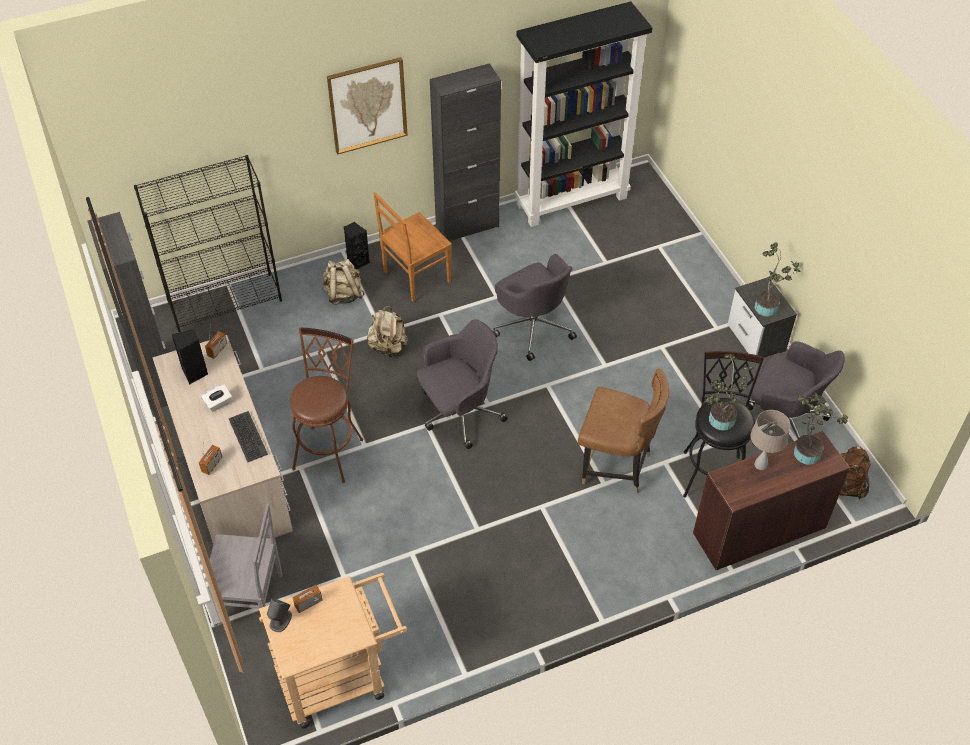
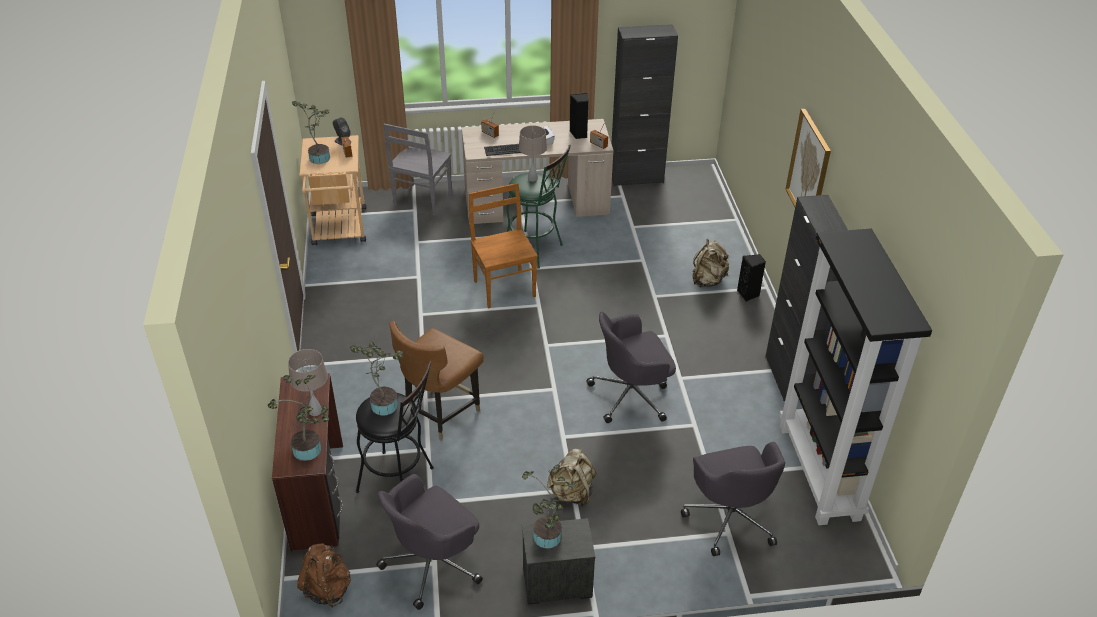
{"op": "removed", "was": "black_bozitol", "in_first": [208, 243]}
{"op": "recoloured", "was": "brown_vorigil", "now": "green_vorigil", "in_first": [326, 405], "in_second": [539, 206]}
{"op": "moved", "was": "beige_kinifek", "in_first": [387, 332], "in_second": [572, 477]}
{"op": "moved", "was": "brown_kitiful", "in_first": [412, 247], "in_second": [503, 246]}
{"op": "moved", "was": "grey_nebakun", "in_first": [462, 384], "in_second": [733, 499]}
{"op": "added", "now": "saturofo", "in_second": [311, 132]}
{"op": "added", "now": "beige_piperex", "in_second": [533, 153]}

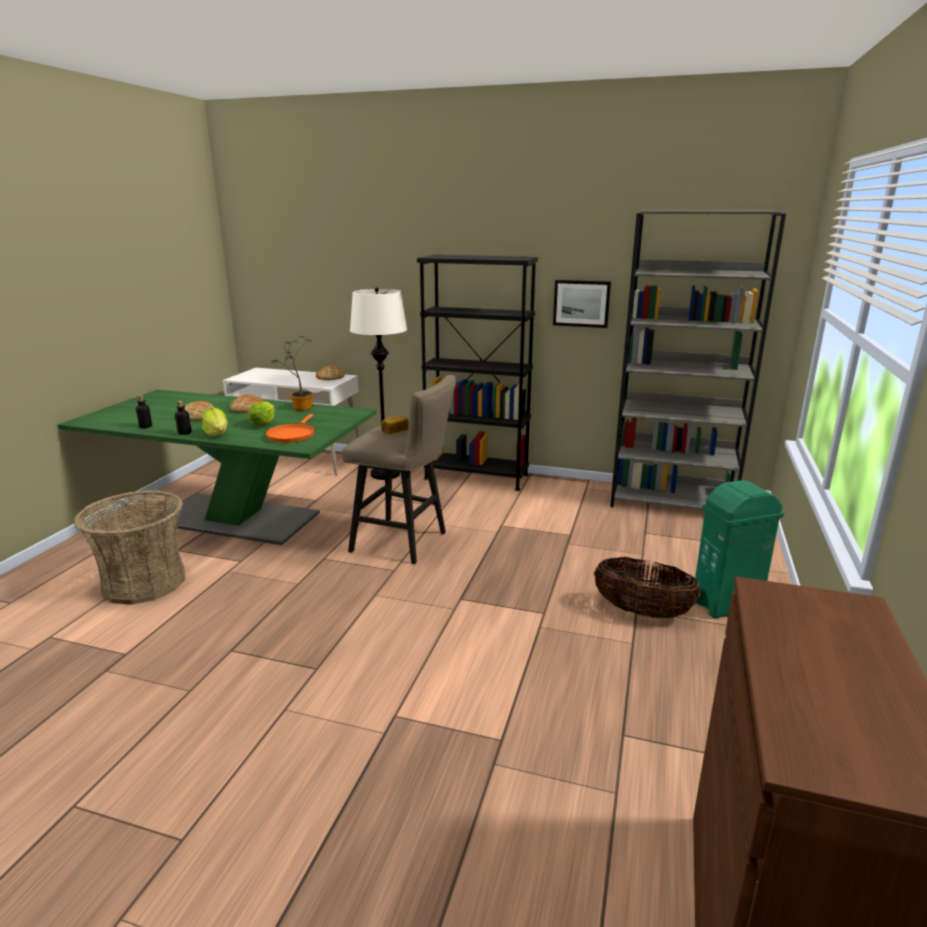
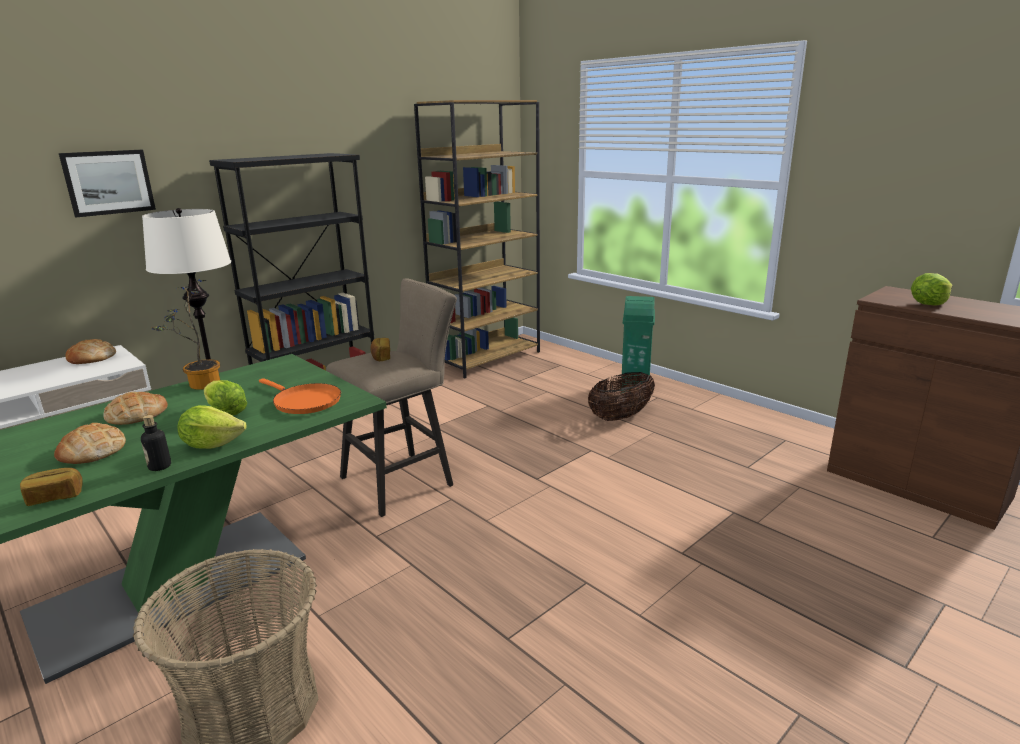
{"op": "replaced", "was": "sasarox", "now": "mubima", "in_first": [144, 411], "in_second": [51, 487]}
{"op": "moved", "was": "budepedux", "in_first": [582, 304], "in_second": [107, 183]}
{"op": "recoloured", "was": "grey_bozitol", "now": "brown_bozitol", "in_first": [698, 359], "in_second": [477, 239]}
{"op": "added", "now": "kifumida", "in_second": [932, 289]}

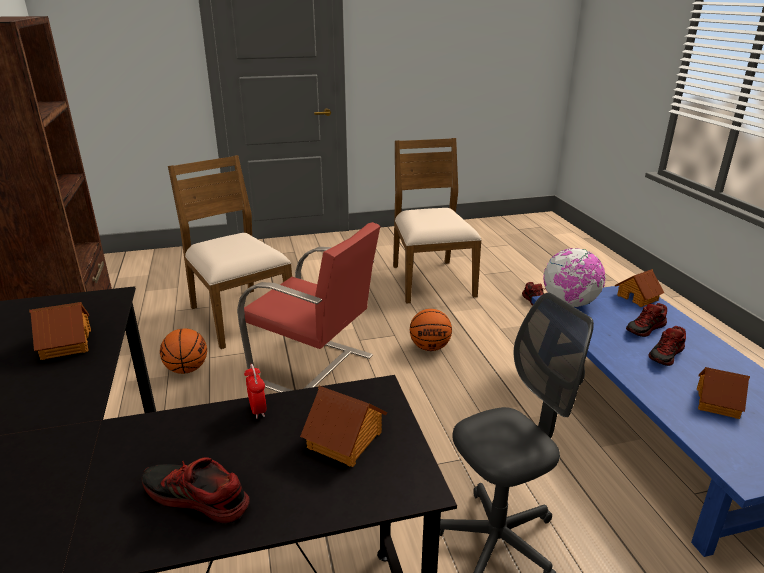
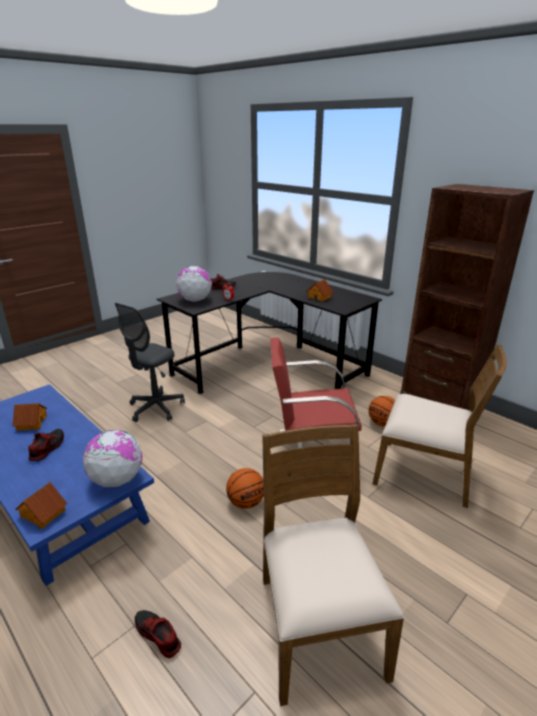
{"op": "replaced", "was": "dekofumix", "now": "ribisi", "in_first": [343, 426], "in_second": [194, 284]}
{"op": "turned", "was": "brown_kitiful", "in_first": [437, 221], "in_second": [333, 565], "clockwise": -150}
{"op": "removed", "was": "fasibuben", "in_first": [646, 320]}

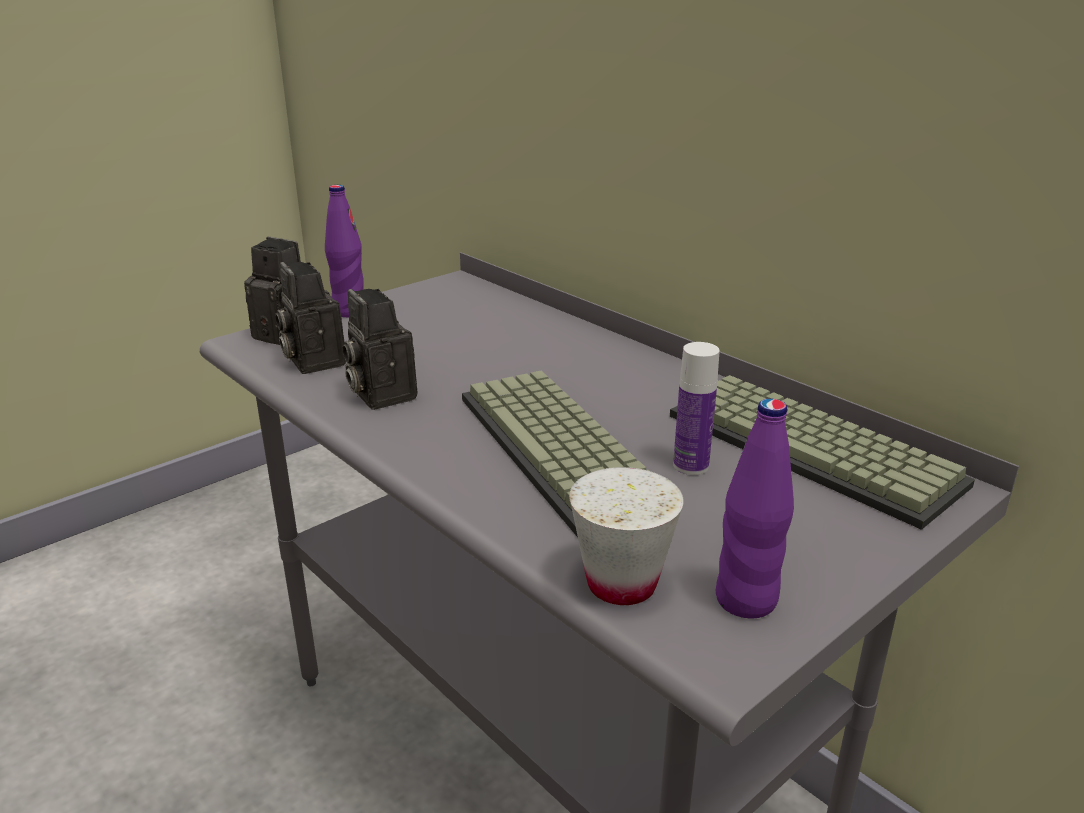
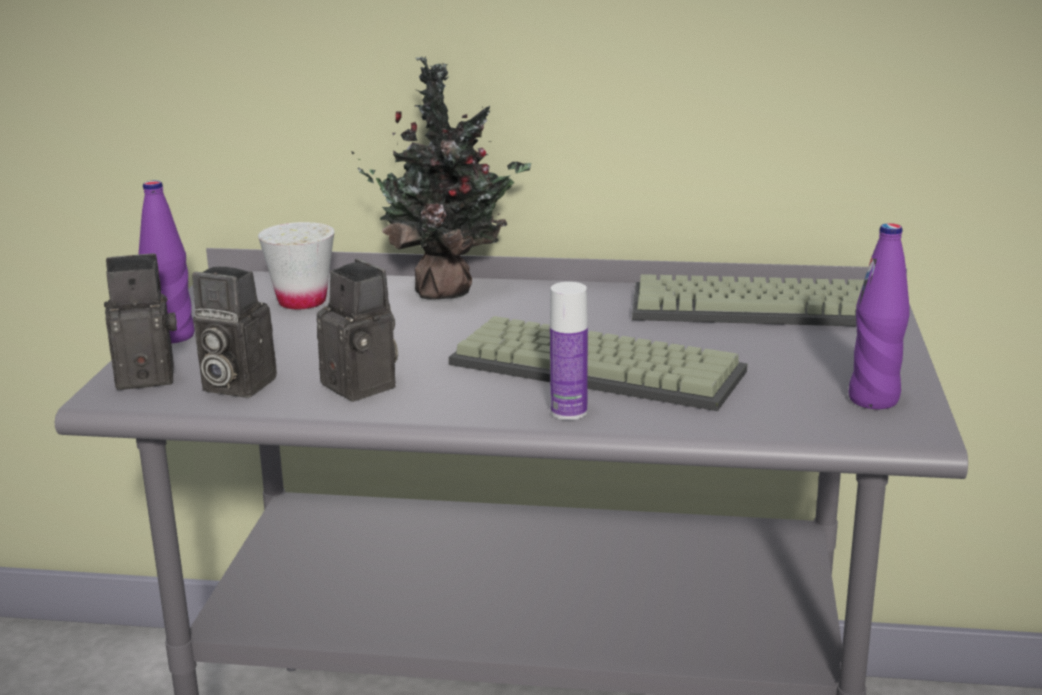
{"op": "turned", "was": "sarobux", "in_first": [379, 349], "in_second": [357, 330], "clockwise": -150}
{"op": "moved", "was": "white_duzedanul", "in_first": [626, 536], "in_second": [296, 265]}
{"op": "moved", "was": "sasarox", "in_first": [696, 408], "in_second": [569, 351]}
{"op": "added", "now": "saturofo", "in_second": [441, 178]}

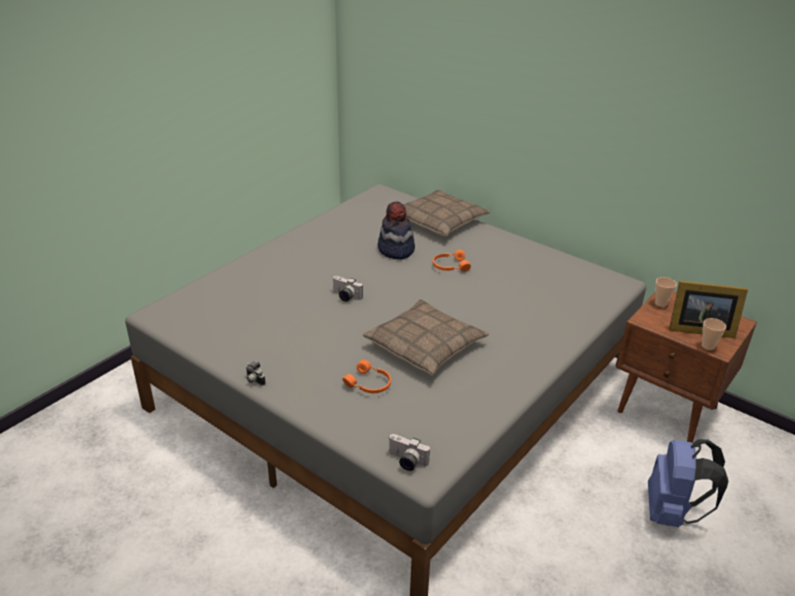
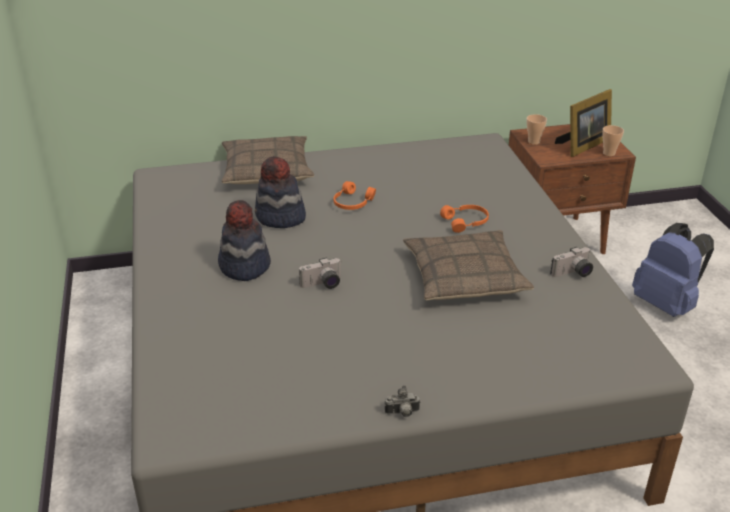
{"op": "moved", "was": "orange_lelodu", "in_first": [367, 376], "in_second": [464, 219]}
{"op": "moved", "was": "sarobux", "in_first": [409, 452], "in_second": [571, 262]}
{"op": "added", "now": "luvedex", "in_second": [244, 240]}

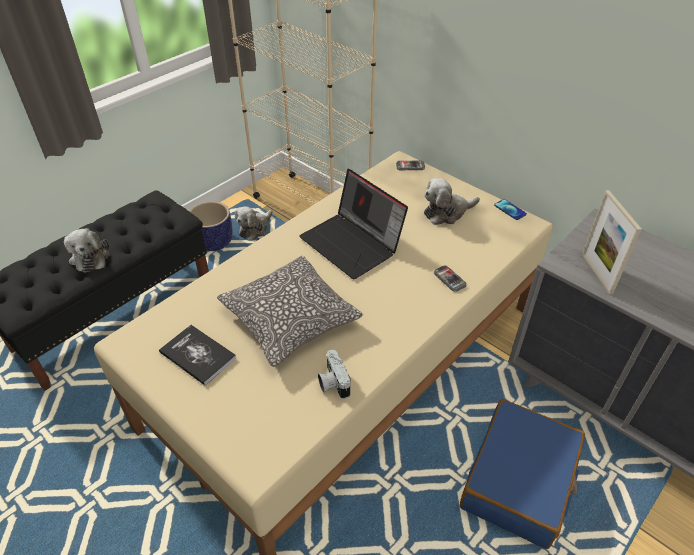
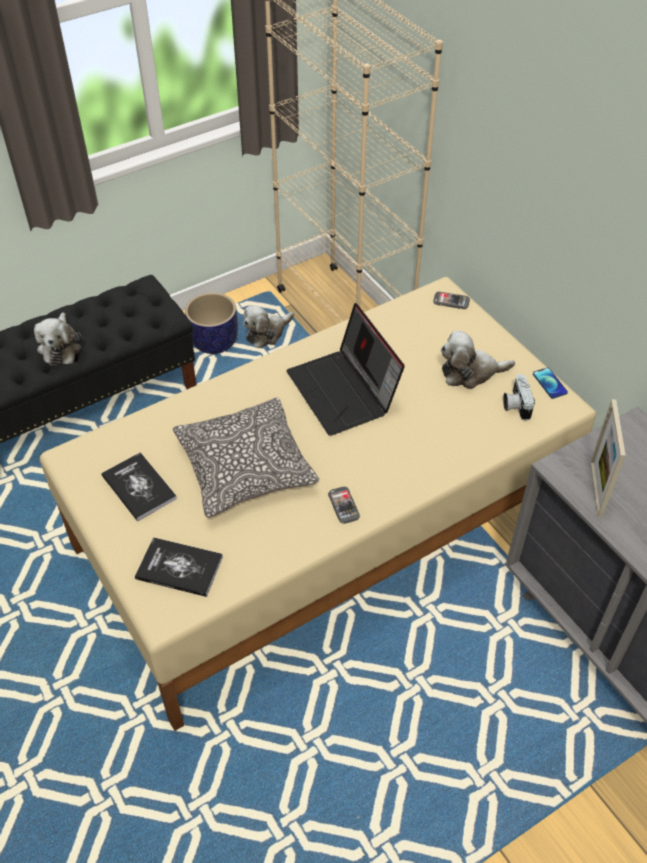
{"op": "moved", "was": "sarobux", "in_first": [334, 374], "in_second": [519, 397]}
{"op": "moved", "was": "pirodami", "in_first": [450, 279], "in_second": [344, 505]}
{"op": "removed", "was": "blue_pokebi", "in_first": [522, 474]}
{"op": "added", "now": "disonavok", "in_second": [179, 567]}

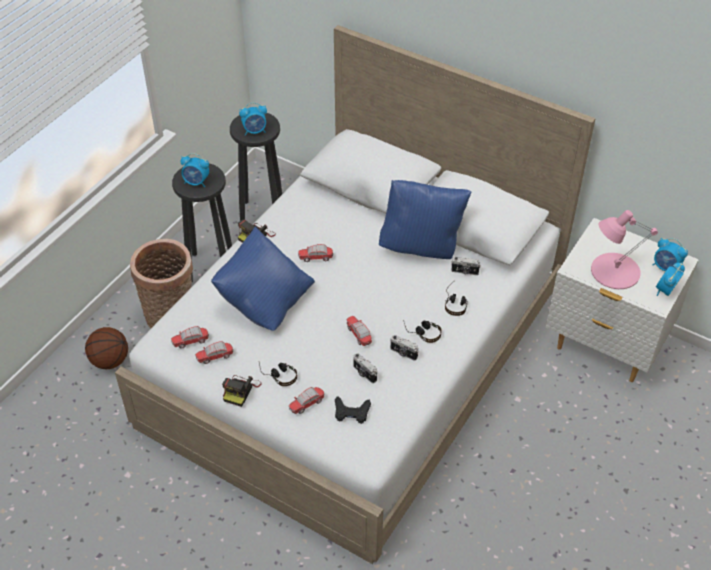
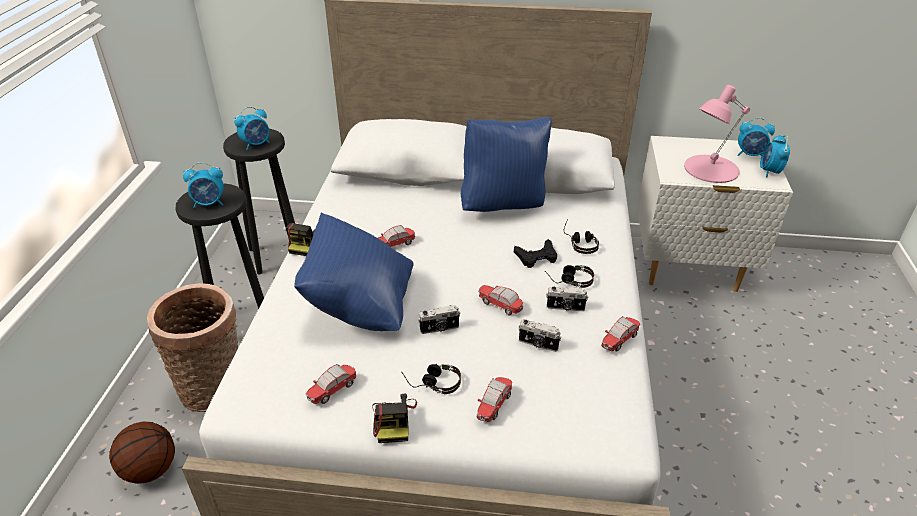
{"op": "moved", "was": "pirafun", "in_first": [190, 337], "in_second": [620, 334]}
{"op": "moved", "was": "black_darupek", "in_first": [353, 410], "in_second": [535, 253]}
{"op": "moved", "was": "sarobux", "in_first": [466, 266], "in_second": [439, 319]}

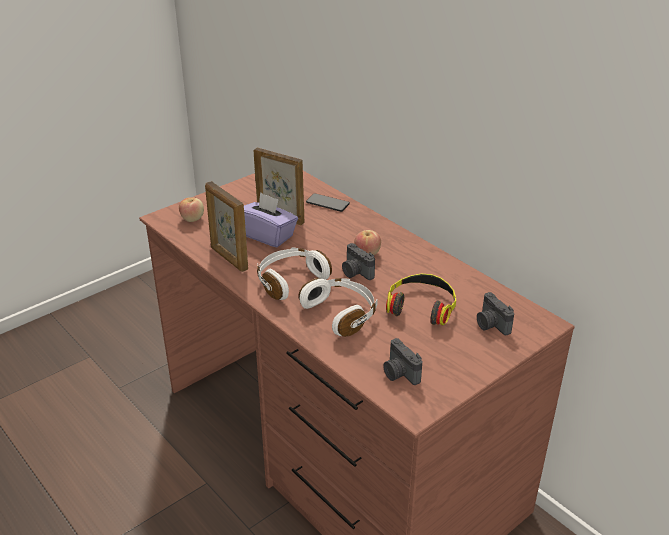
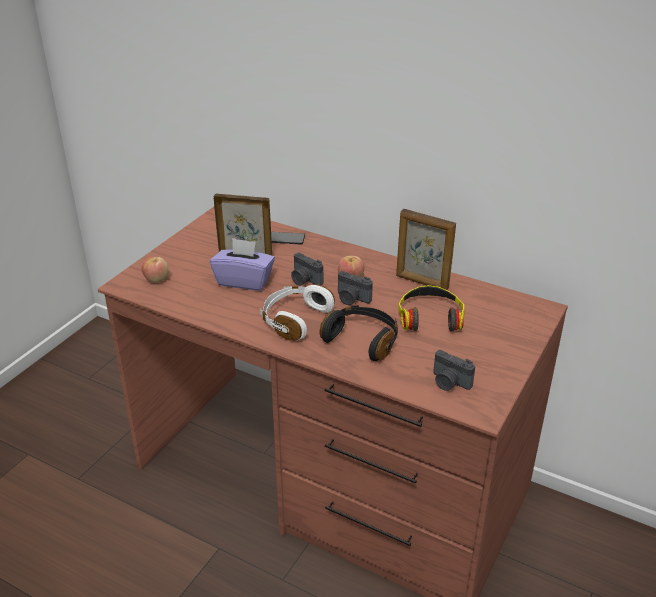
{"op": "moved", "was": "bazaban", "in_first": [226, 226], "in_second": [426, 249]}
{"op": "recoloured", "was": "white_lelodu", "now": "black_lelodu", "in_first": [338, 307], "in_second": [359, 333]}
{"op": "moved", "was": "sarobux", "in_first": [495, 313], "in_second": [307, 269]}

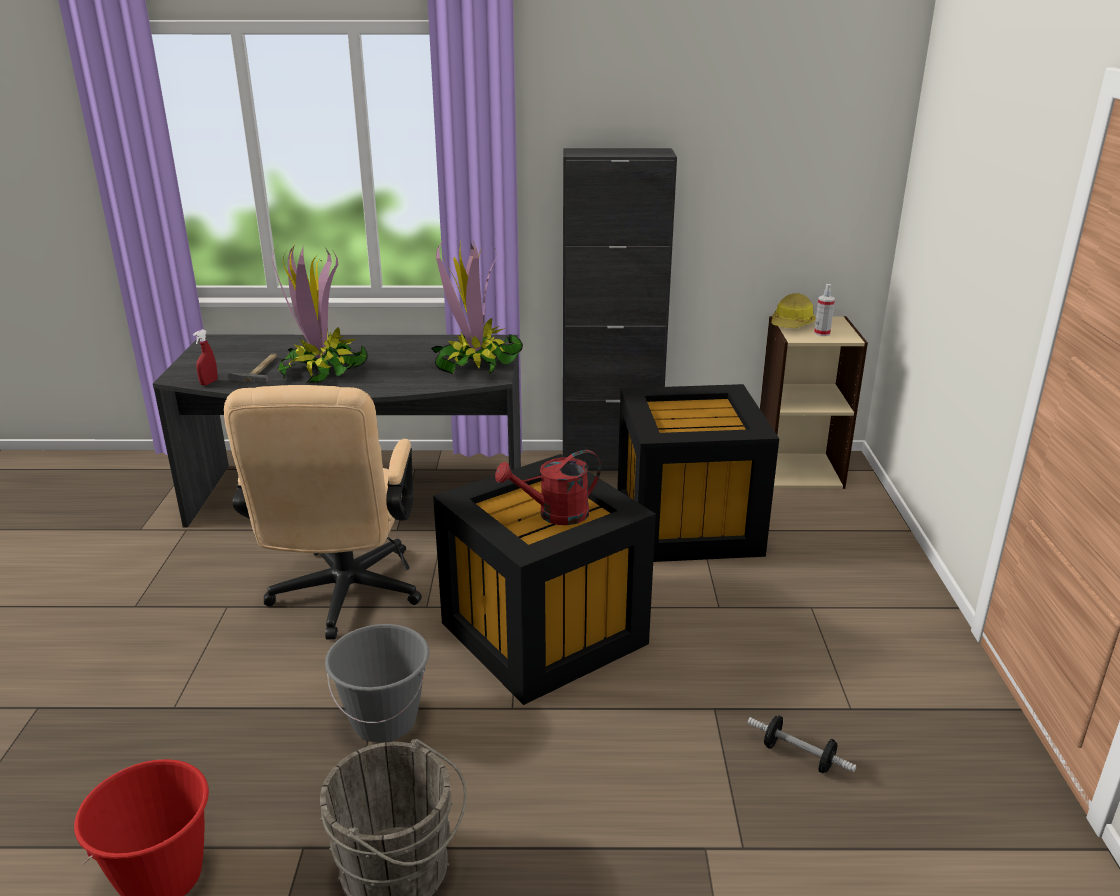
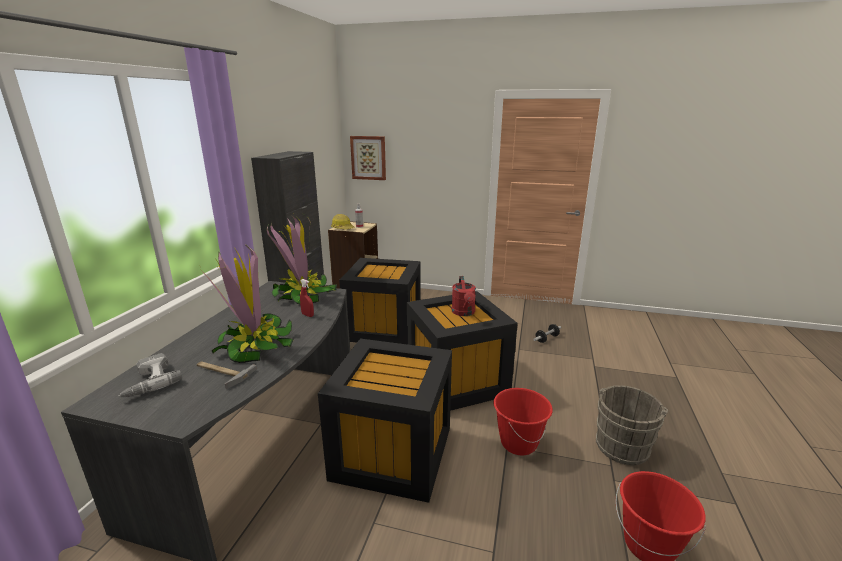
{"op": "moved", "was": "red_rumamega", "in_first": [205, 357], "in_second": [307, 298]}
{"op": "replaced", "was": "beige_nebakun", "now": "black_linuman", "in_first": [323, 512], "in_second": [385, 421]}
{"op": "recoloured", "was": "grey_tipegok", "now": "red_tipegok", "in_first": [377, 683], "in_second": [523, 421]}
{"op": "added", "now": "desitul", "in_second": [150, 375]}
{"op": "added", "now": "budepedux", "in_second": [368, 158]}

